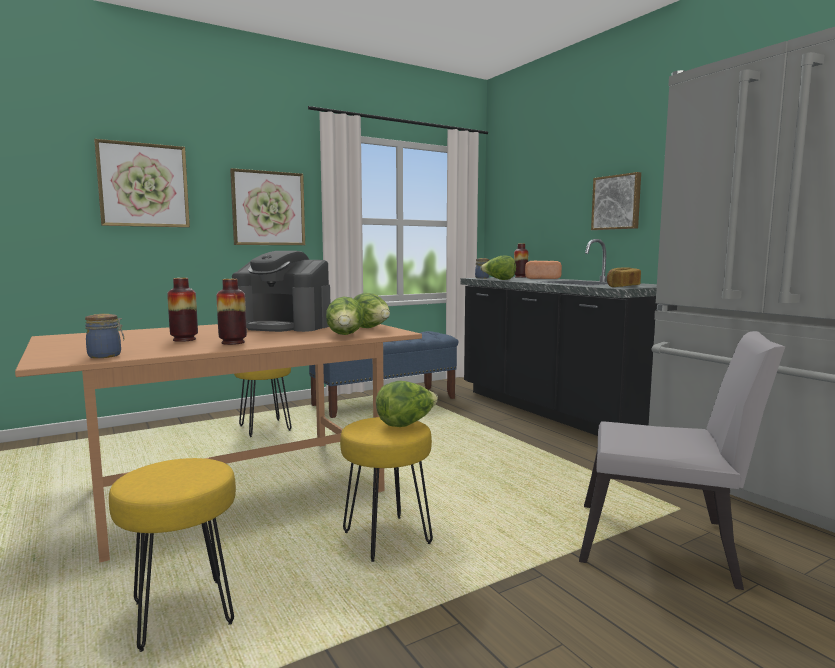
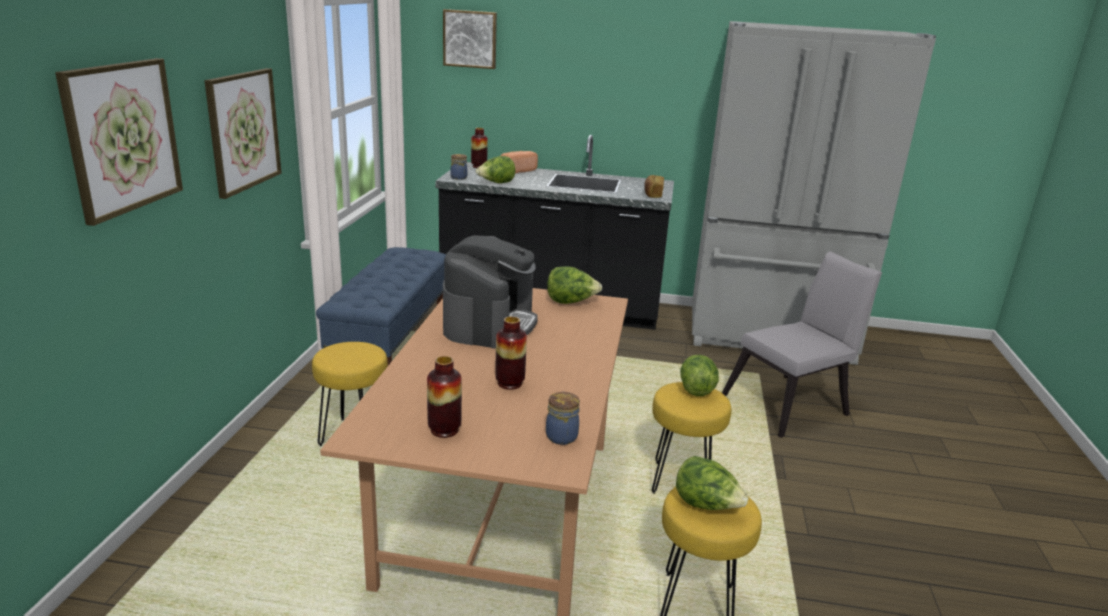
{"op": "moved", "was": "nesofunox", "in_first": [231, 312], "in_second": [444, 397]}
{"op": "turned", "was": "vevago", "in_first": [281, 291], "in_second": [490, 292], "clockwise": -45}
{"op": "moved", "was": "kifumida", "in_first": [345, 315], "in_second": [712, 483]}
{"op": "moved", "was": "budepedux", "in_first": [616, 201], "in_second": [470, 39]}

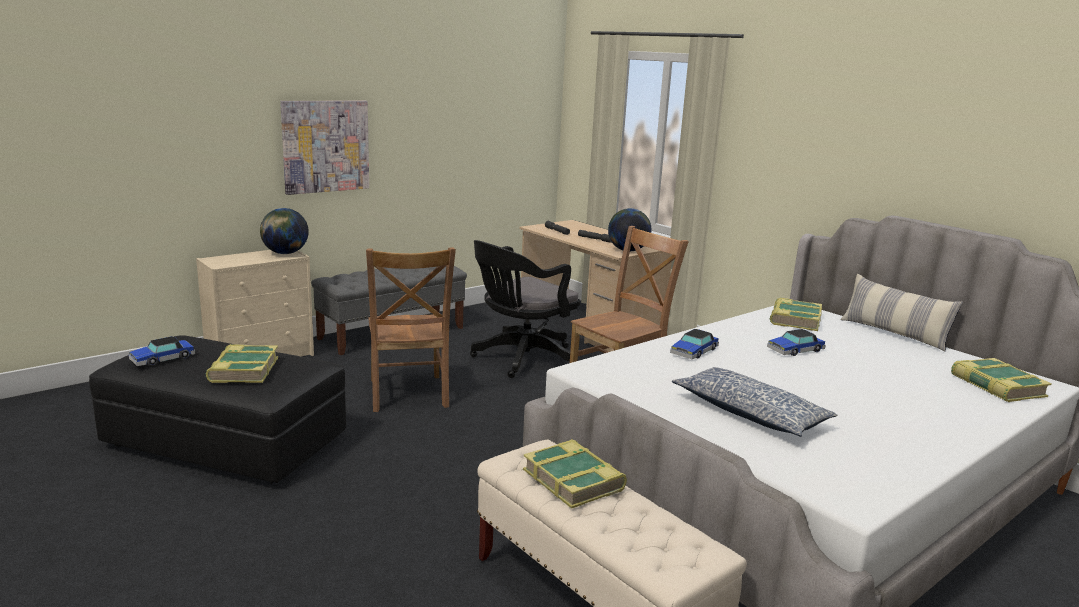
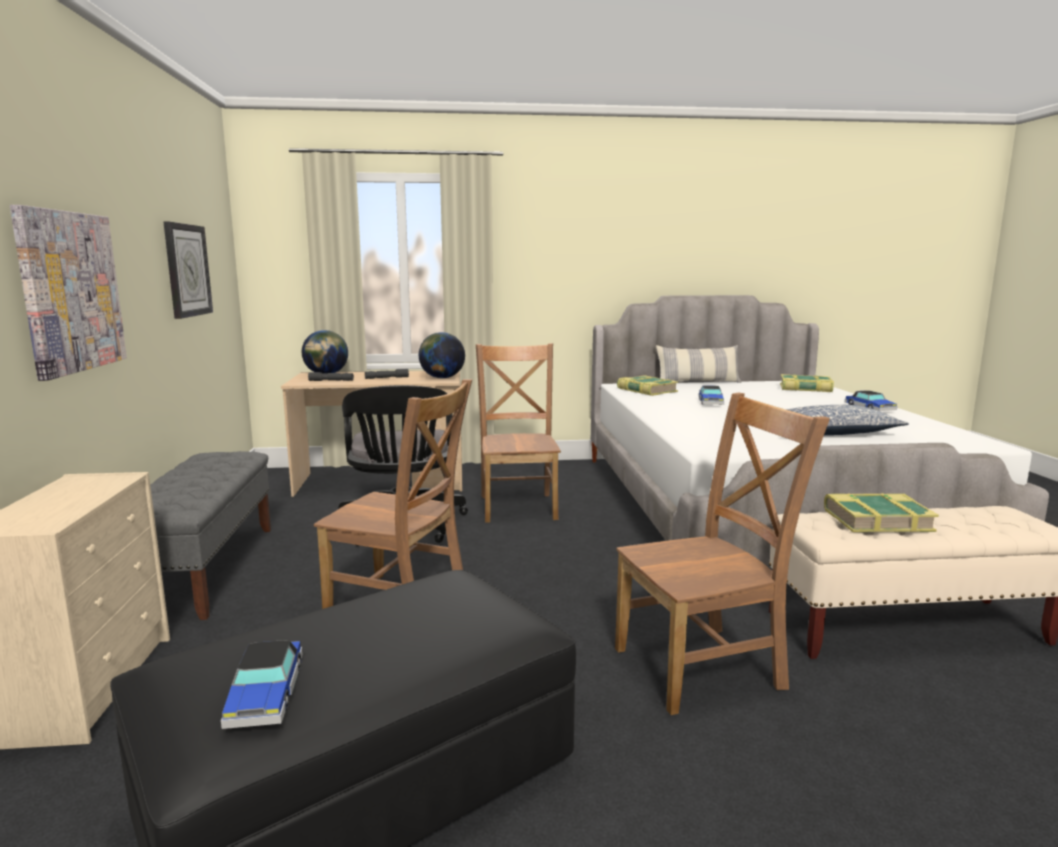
{"op": "removed", "was": "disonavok", "in_first": [241, 363]}
{"op": "moved", "was": "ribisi", "in_first": [284, 231], "in_second": [325, 352]}
{"op": "moved", "was": "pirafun", "in_first": [694, 344], "in_second": [871, 400]}
{"op": "added", "now": "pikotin", "in_second": [188, 270]}
{"op": "added", "now": "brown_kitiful", "in_second": [722, 554]}

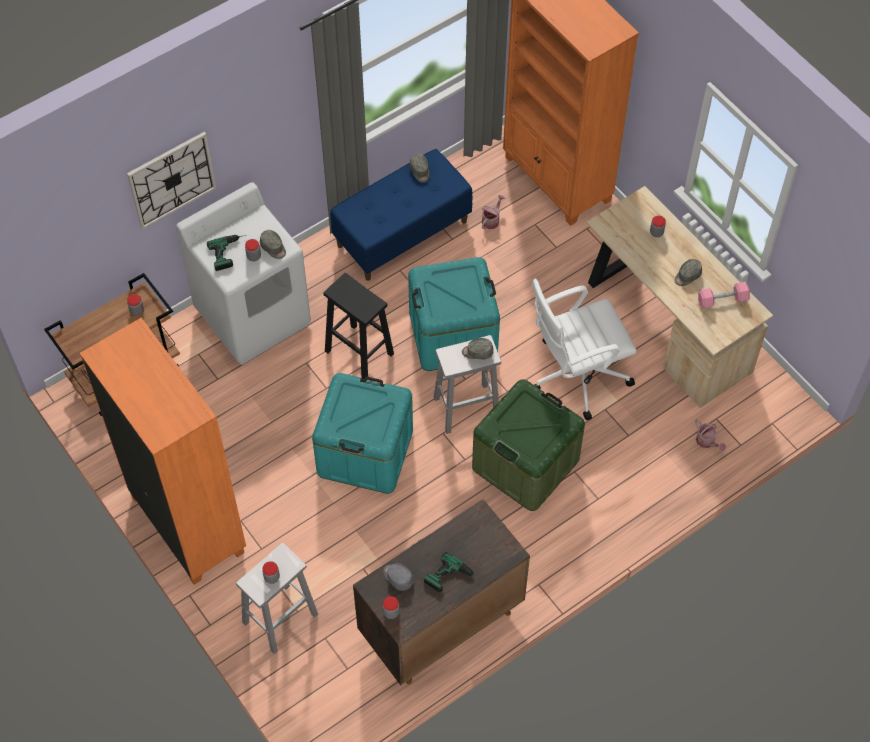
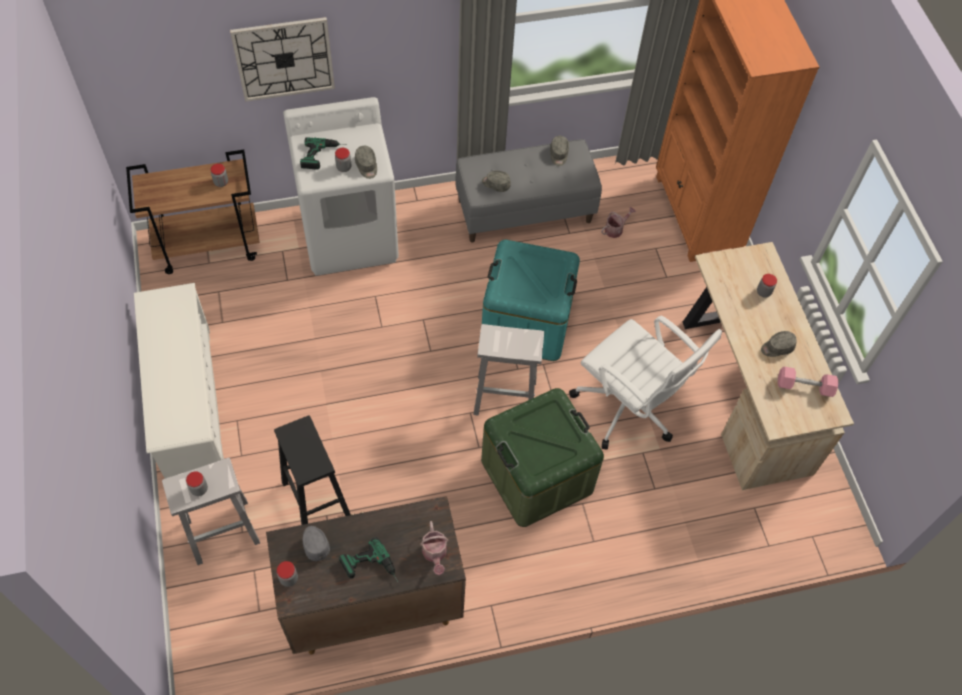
{"op": "replaced", "was": "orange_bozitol", "now": "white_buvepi", "in_first": [163, 451], "in_second": [179, 380]}
{"op": "removed", "was": "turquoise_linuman", "in_first": [362, 433]}
{"op": "moved", "was": "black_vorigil", "in_first": [358, 326], "in_second": [312, 470]}
{"op": "recoloured", "was": "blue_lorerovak", "now": "grey_lorerovak", "in_first": [401, 215], "in_second": [529, 191]}
{"op": "moved", "was": "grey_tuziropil", "in_first": [478, 349], "in_second": [496, 181]}
{"op": "turned", "was": "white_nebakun", "in_first": [584, 349], "in_second": [645, 383], "clockwise": -135}
{"op": "moved", "was": "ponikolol", "in_first": [710, 435], "in_second": [434, 548]}

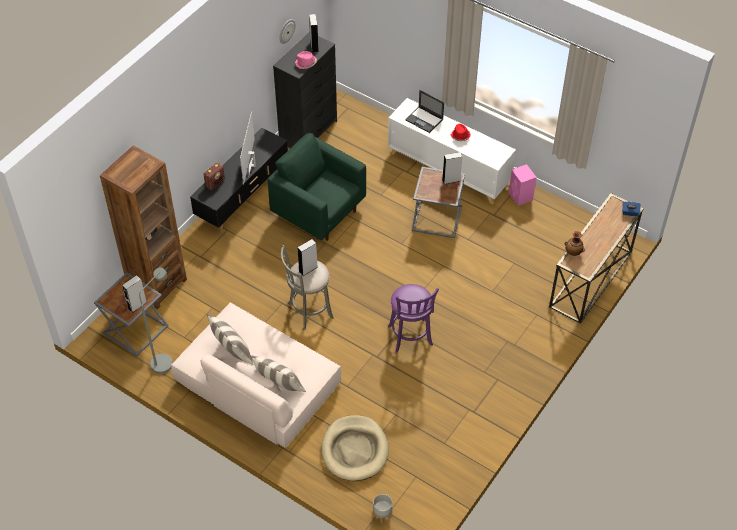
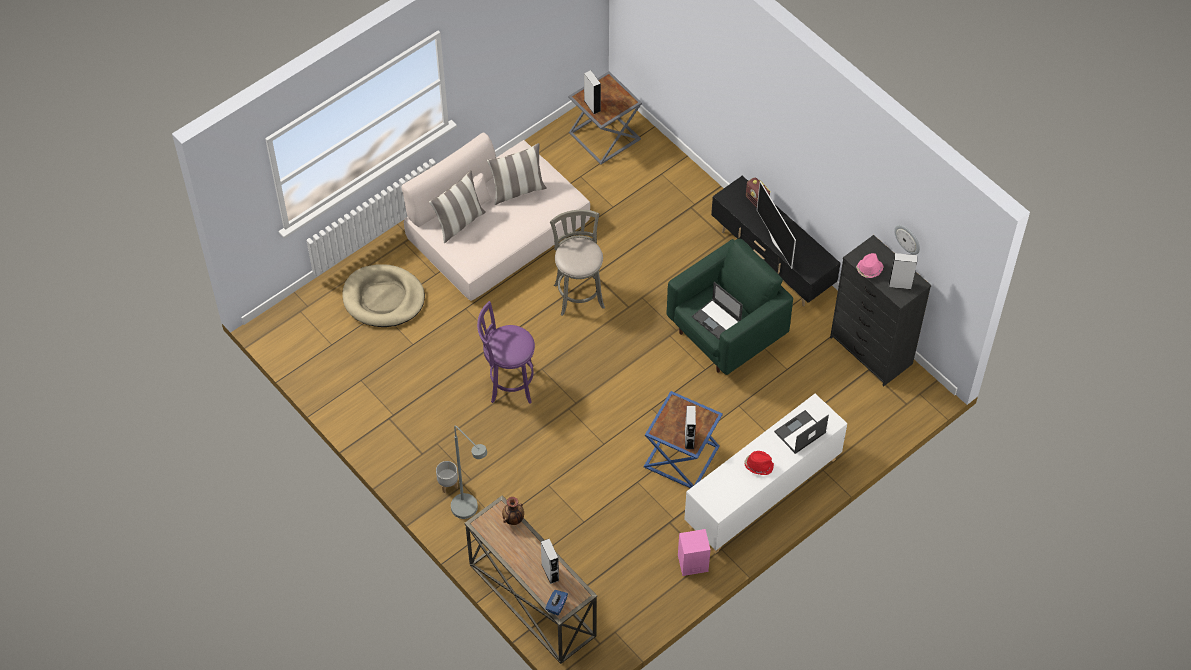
{"op": "removed", "was": "brown_bozitol", "in_first": [143, 227]}
{"op": "moved", "was": "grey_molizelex", "in_first": [156, 321], "in_second": [469, 472]}
{"op": "turned", "was": "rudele", "in_first": [248, 148], "in_second": [776, 225], "clockwise": -135}
{"op": "moved", "was": "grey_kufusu", "in_first": [307, 257], "in_second": [550, 561]}
{"op": "moved", "was": "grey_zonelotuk", "in_first": [382, 508], "in_second": [447, 477]}
{"op": "recoloured", "was": "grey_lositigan", "now": "blue_lositigan", "in_first": [438, 202], "in_second": [683, 439]}
{"op": "added", "now": "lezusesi", "in_second": [717, 310]}

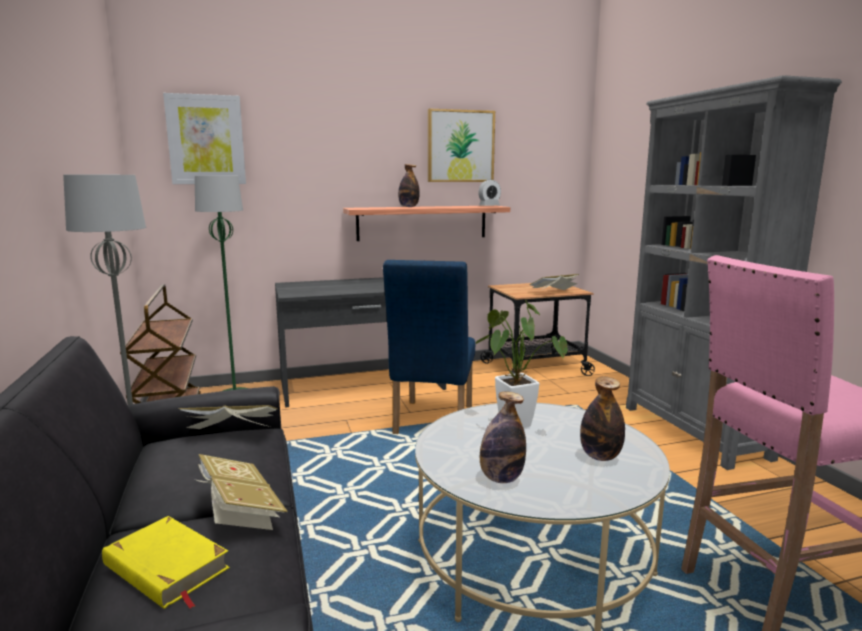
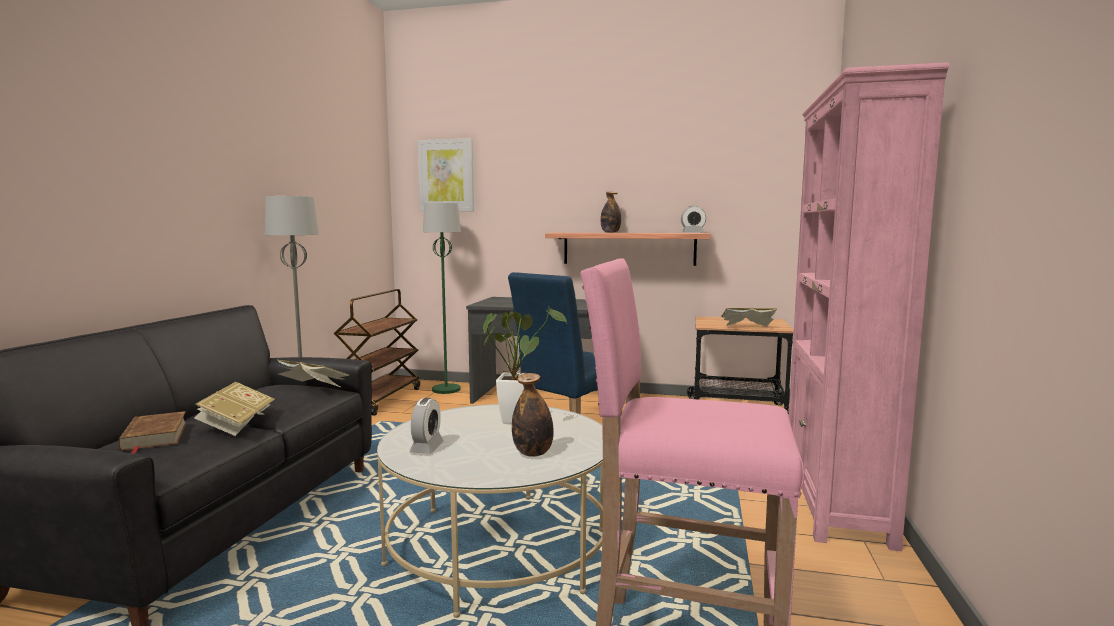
{"op": "recoloured", "was": "yellow_disonavok", "now": "brown_disonavok", "in_first": [166, 562], "in_second": [152, 432]}
{"op": "removed", "was": "budepedux", "in_first": [461, 145]}
{"op": "replaced", "was": "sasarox", "now": "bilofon", "in_first": [503, 437], "in_second": [426, 426]}
{"op": "recoloured", "was": "grey_bozitol", "now": "pink_bozitol", "in_first": [734, 272], "in_second": [869, 306]}

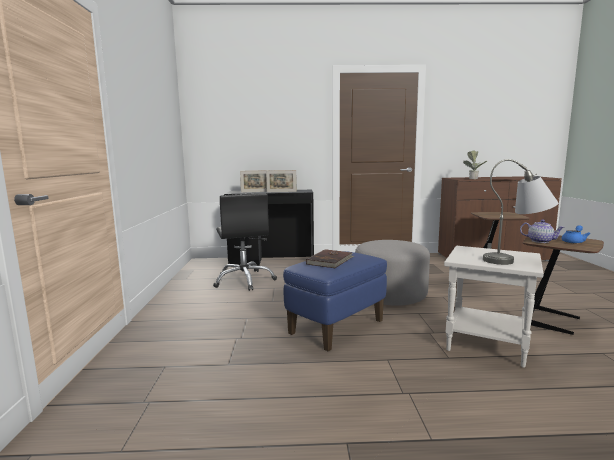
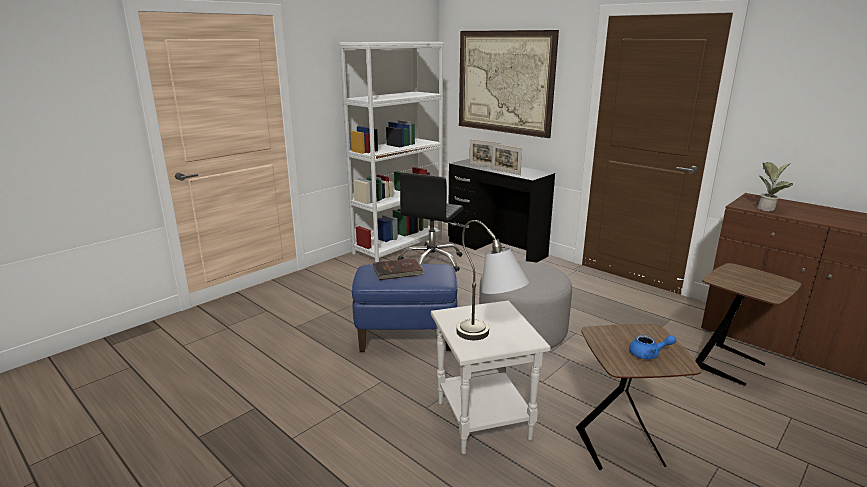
{"op": "removed", "was": "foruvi", "in_first": [542, 231]}
{"op": "added", "now": "white_bozitol", "in_second": [391, 152]}
{"op": "added", "now": "budepedux", "in_second": [509, 84]}

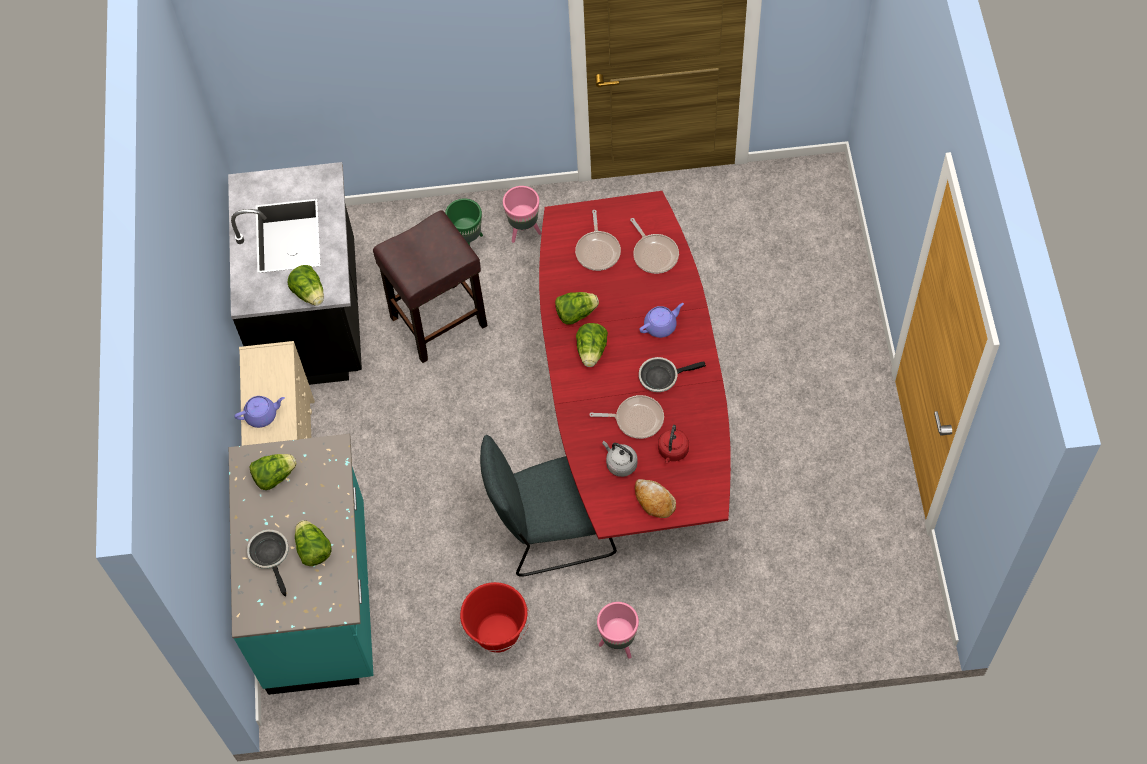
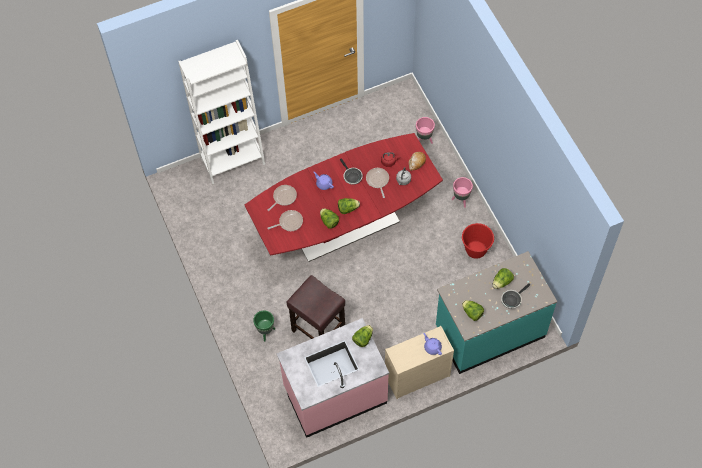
{"op": "recoloured", "was": "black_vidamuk", "now": "pink_vidamuk", "in_first": [295, 273], "in_second": [333, 378]}
{"op": "removed", "was": "grey_kitiful", "in_first": [548, 506]}
{"op": "moved", "was": "pink_zonelotuk", "in_first": [522, 214], "in_second": [425, 130]}
{"op": "added", "now": "white_bozitol", "in_second": [221, 112]}

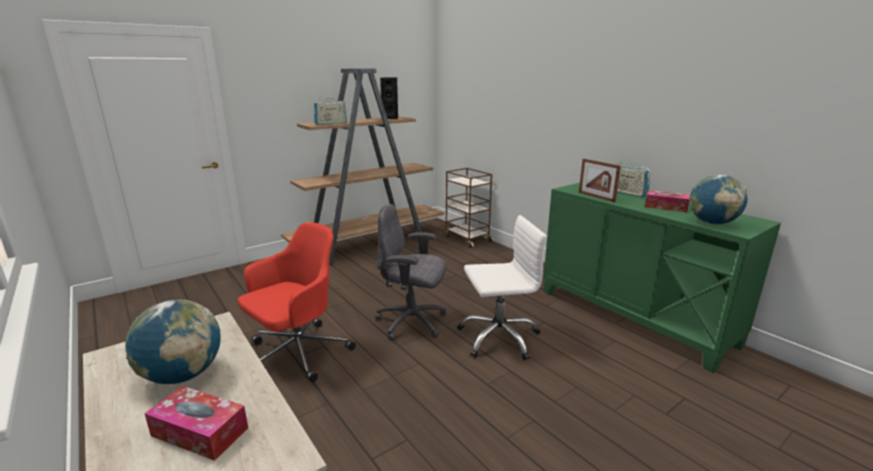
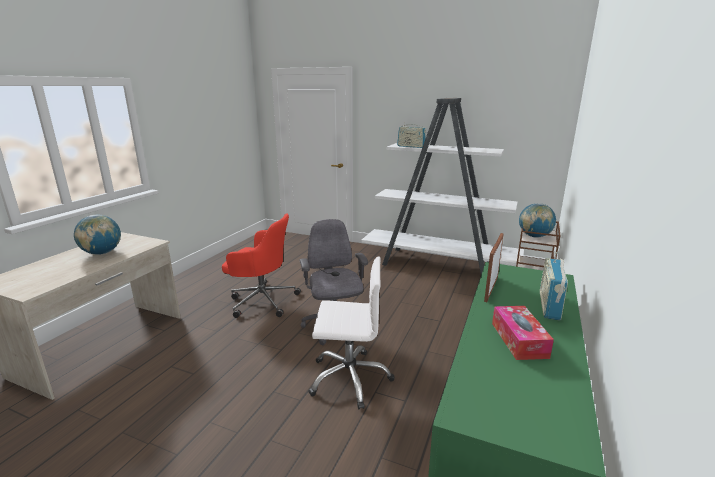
{"op": "removed", "was": "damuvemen", "in_first": [196, 423]}
{"op": "recoloured", "was": "brown_bozitol", "now": "white_bozitol", "in_first": [362, 167], "in_second": [442, 186]}
{"op": "removed", "was": "black_kufusu", "in_first": [389, 98]}
{"op": "turned", "was": "white_nebakun", "in_first": [502, 287], "in_second": [351, 333], "clockwise": -45}
{"op": "moved", "was": "ribisi", "in_first": [718, 200], "in_second": [537, 220]}

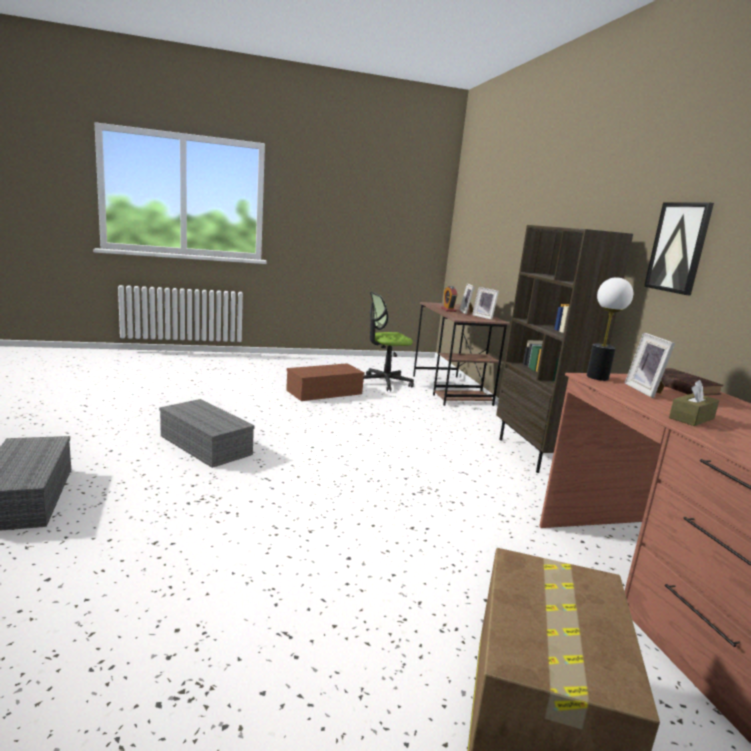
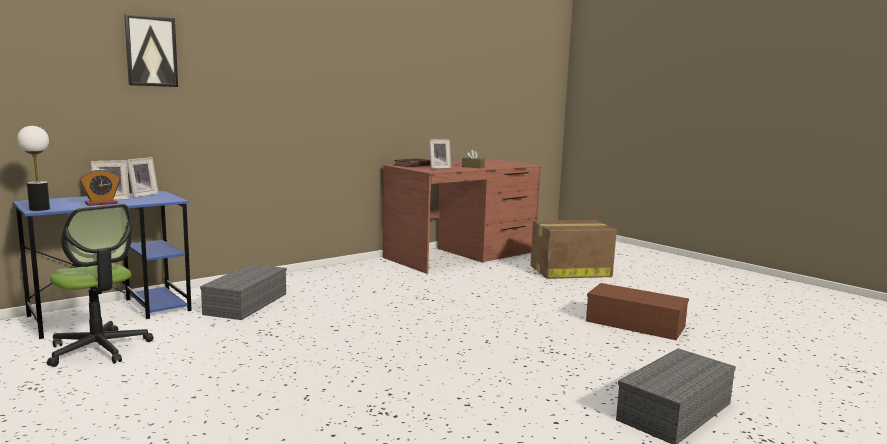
{"op": "moved", "was": "grey_linuman", "in_first": [206, 433], "in_second": [243, 292]}
{"op": "moved", "was": "brown_linuman", "in_first": [325, 382], "in_second": [637, 311]}
{"op": "recoloured", "was": "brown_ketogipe", "now": "blue_ketogipe", "in_first": [461, 354], "in_second": [102, 265]}
{"op": "removed", "was": "brown_bozitol", "in_first": [564, 349]}
{"op": "moved", "was": "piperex", "in_first": [610, 329], "in_second": [33, 168]}
{"op": "moved", "was": "budepedux", "in_first": [679, 249], "in_second": [151, 50]}

